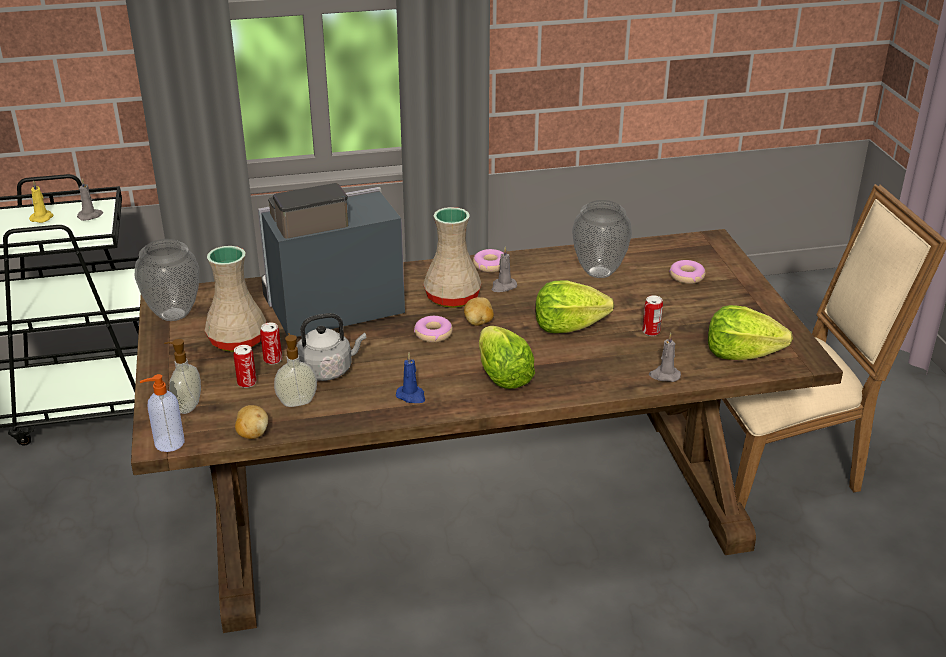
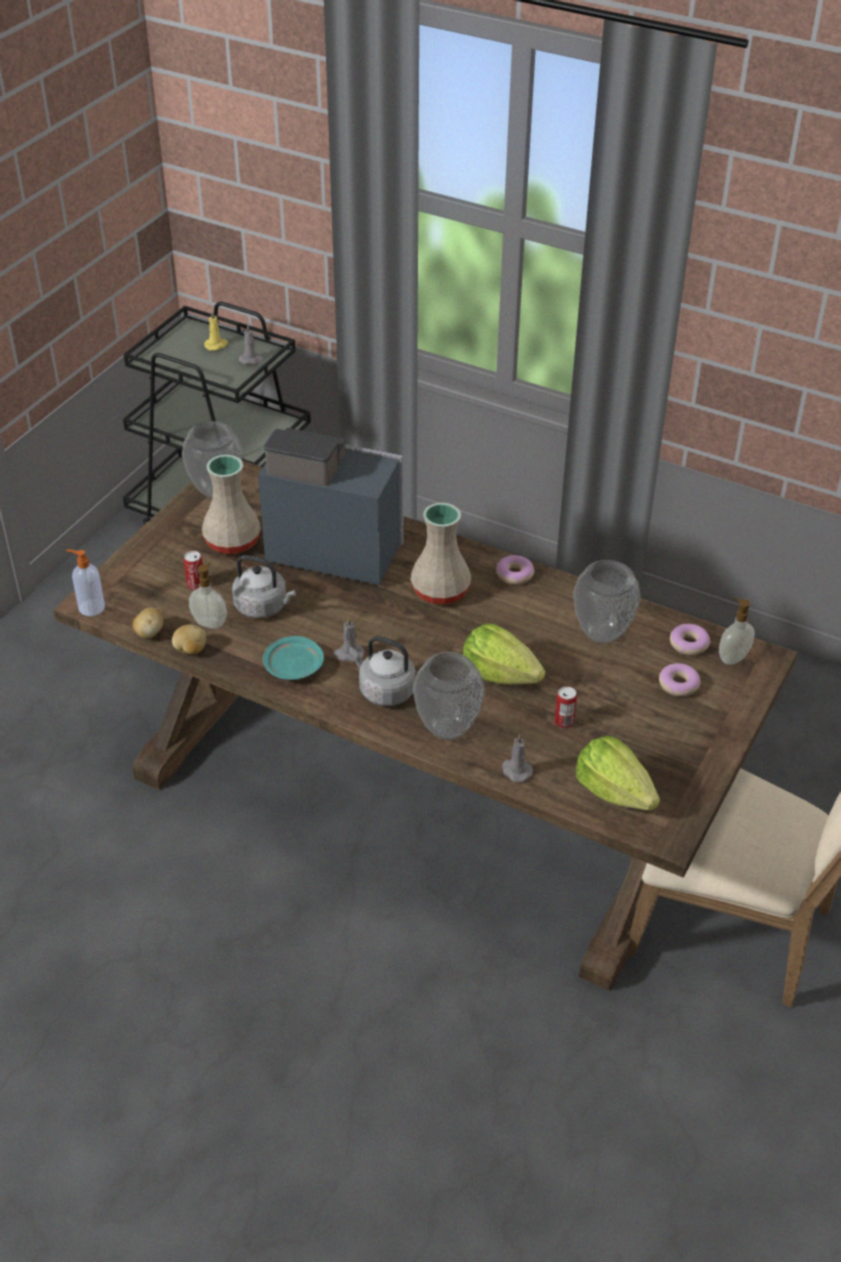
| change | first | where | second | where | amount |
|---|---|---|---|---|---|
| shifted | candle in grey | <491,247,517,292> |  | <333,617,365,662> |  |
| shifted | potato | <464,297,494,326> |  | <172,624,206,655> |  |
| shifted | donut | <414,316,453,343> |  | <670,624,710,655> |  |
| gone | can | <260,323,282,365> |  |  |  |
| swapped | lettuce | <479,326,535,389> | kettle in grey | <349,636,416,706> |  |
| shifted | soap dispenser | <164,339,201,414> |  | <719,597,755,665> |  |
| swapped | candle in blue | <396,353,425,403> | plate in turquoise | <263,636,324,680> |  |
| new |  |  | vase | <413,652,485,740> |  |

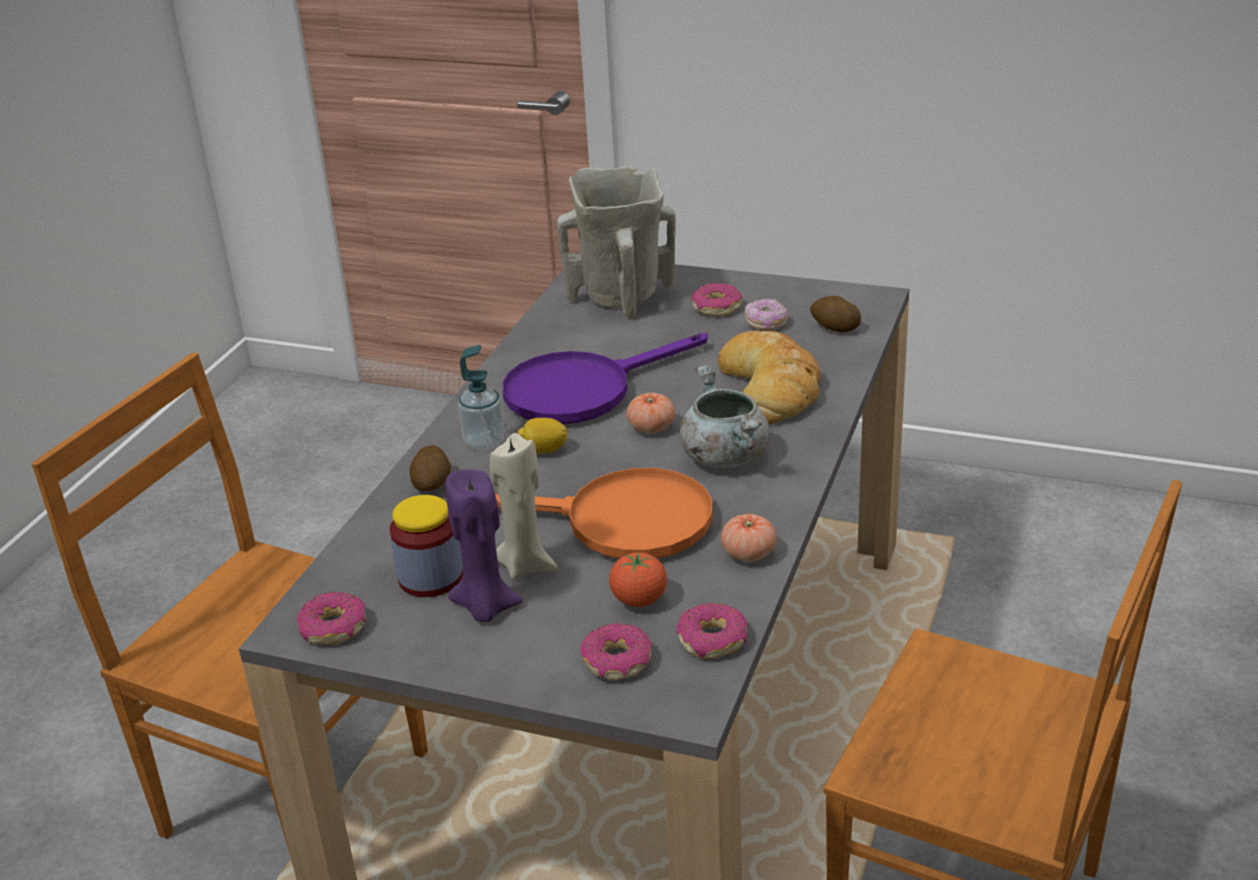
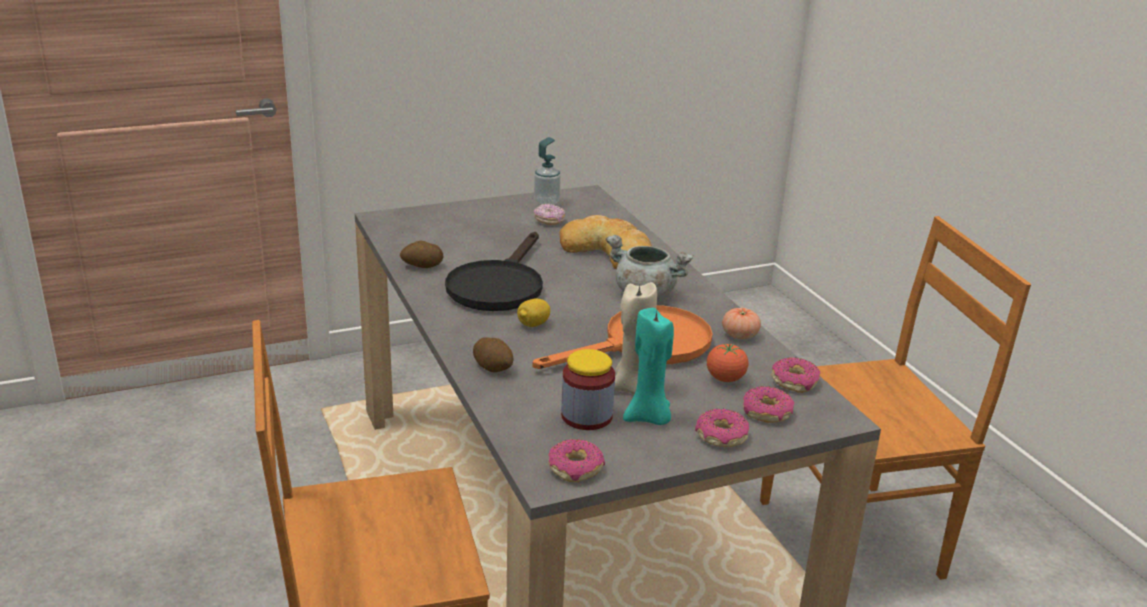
| change | first | where | second | where | amount |
|---|---|---|---|---|---|
| gone | vase in beige | <557,166,676,318> |  |  |  |
| shifted | donut | <691,283,742,316> |  | <695,409,749,447> |  |
| shifted | potato | <810,296,861,332> |  | <400,240,444,268> |  |
| repainted | frying pan in purple | <503,333,708,424> | frying pan in black | <445,232,543,311> |  |
| shifted | soap dispenser | <458,345,504,451> |  | <534,137,561,205> |  |
| gone | tomato | <627,393,675,433> |  |  |  |
| repainted | candle in purple | <446,469,523,622> | candle in turquoise | <623,308,674,425> |  |

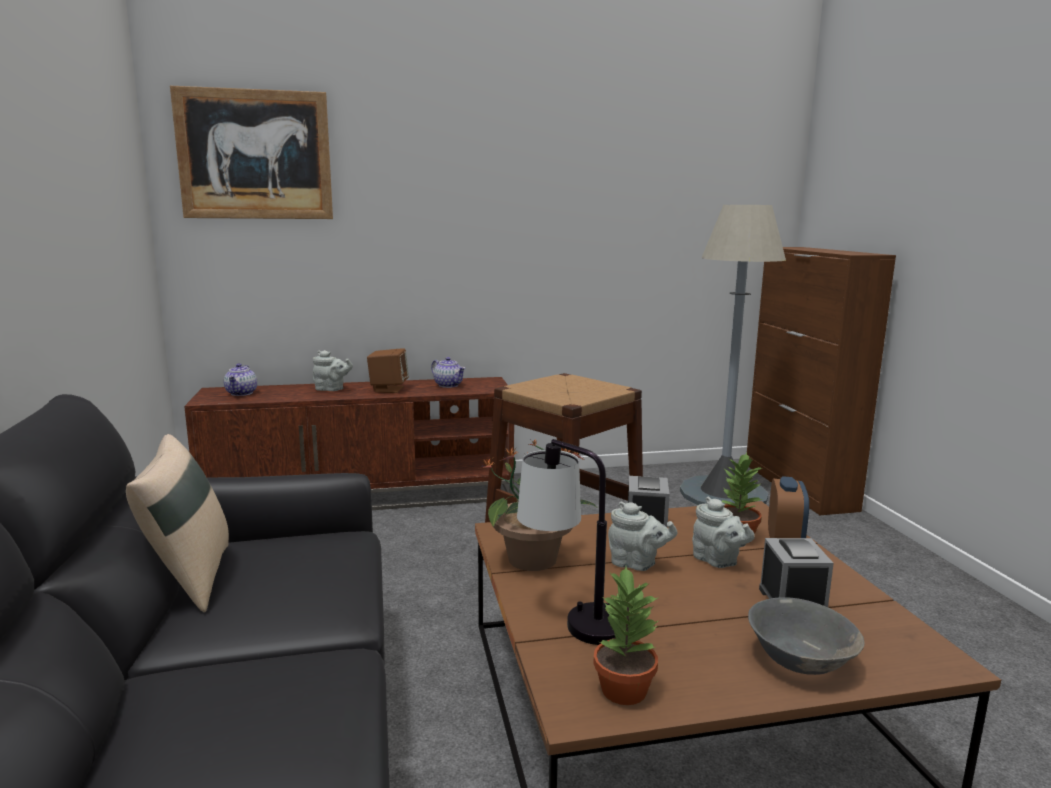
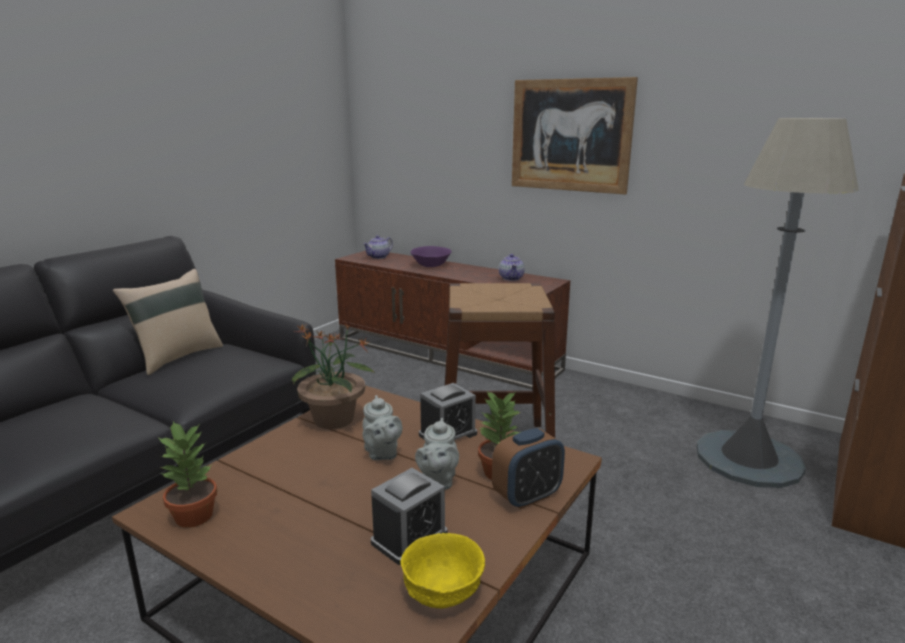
| change | first | where | second | where | amount |
|---|---|---|---|---|---|
| shifted | picture | <170,86,333,219> |  | <512,77,638,195> |  |
| gone | speaker in brown | <367,348,409,393> |  |  |  |
| swapped | teapot in grey | <313,350,353,391> | bowl in purple | <410,246,452,267> |  |
| gone | table lamp | <517,439,616,645> |  |  |  |
| gone | bowl in grey | <748,597,865,675> |  |  |  |
| new |  |  | bowl in yellow | <400,533,485,608> |  |

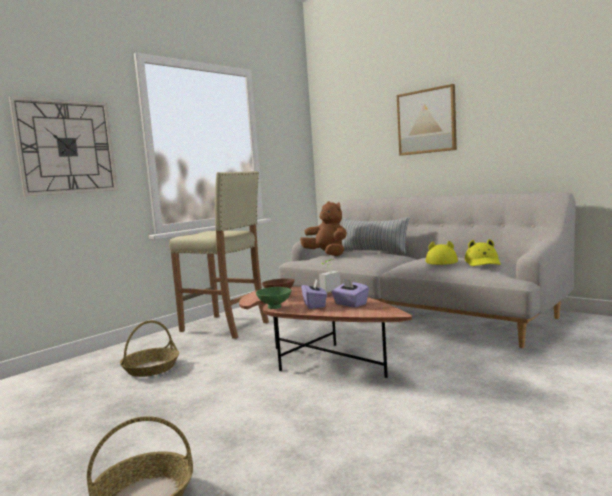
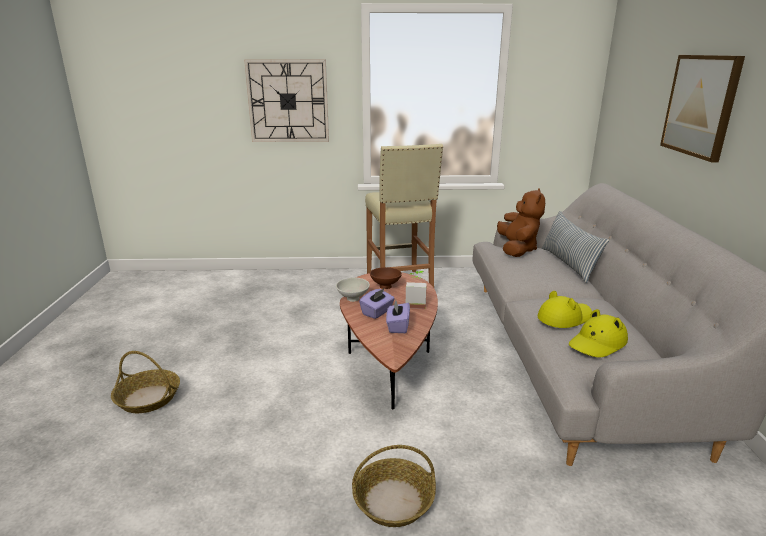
| change | first | where | second | where | amount |
|---|---|---|---|---|---|
| repainted | bowl in green | <256,287,291,309> | bowl in white | <336,278,370,302> |  |
| shifted | basket | <120,320,179,377> |  | <352,445,436,527> |  |

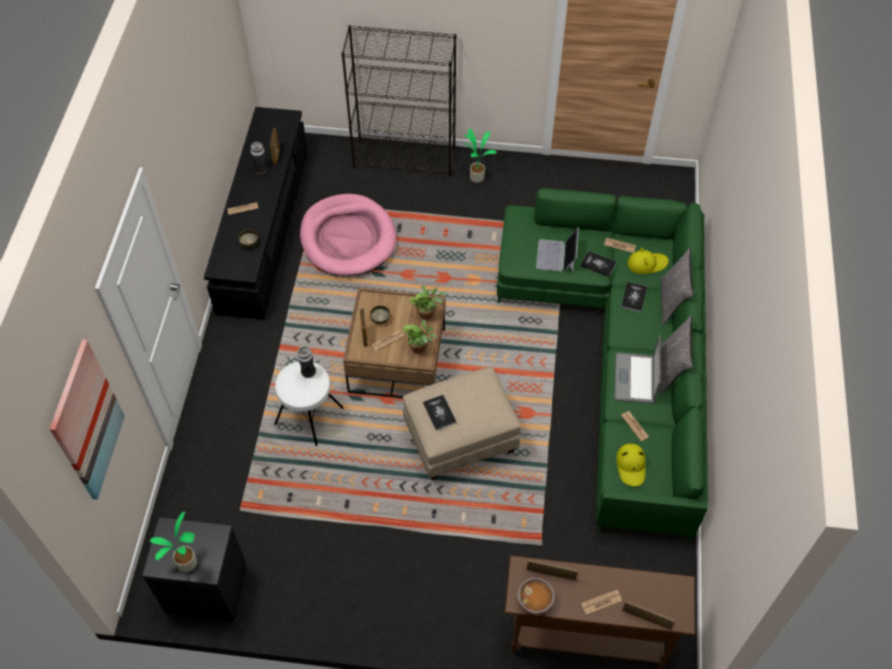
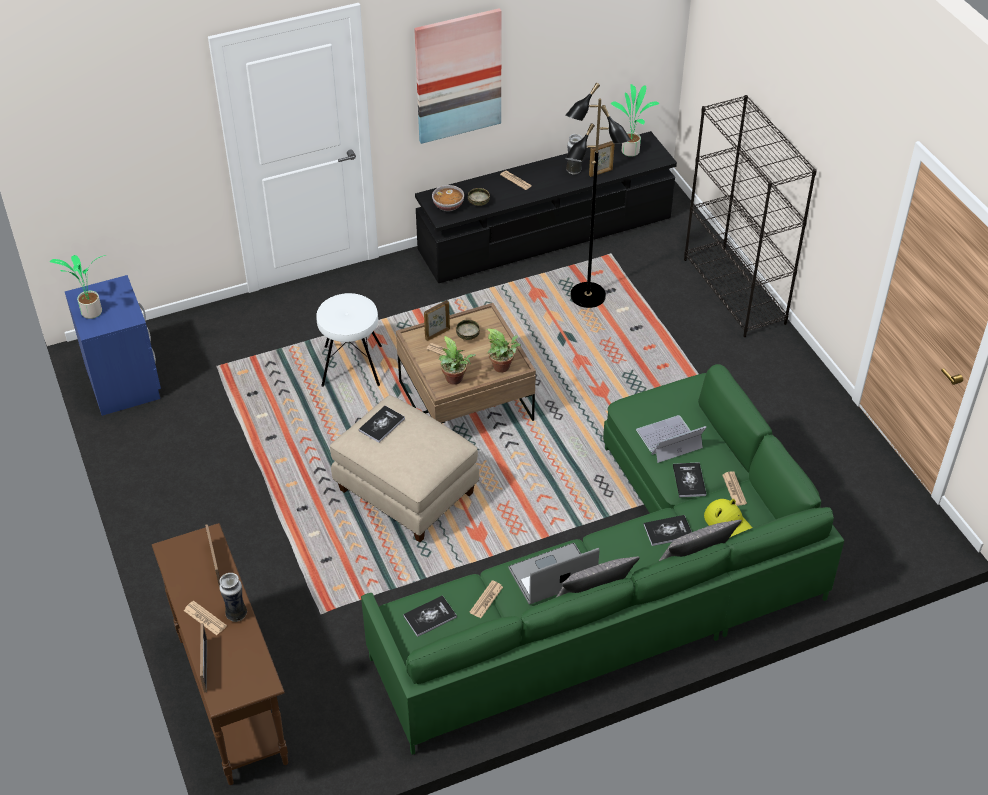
| change | first | where | second | where | amount |
|---|---|---|---|---|---|
| shifted | potted plant | <463,128,497,183> |  | <611,84,659,157> |  |
| swapped | dog bed in pink | <300,194,397,276> | floor lamp in black | <565,83,631,308> |  |
| shifted | picture | <50,340,125,500> |  | <414,8,502,144> |  |
| shifted | vase | <297,346,316,378> |  | <219,573,247,622> |  |
| swapped | hat in yellow | <616,444,646,487> | book | <403,595,457,637> |  |
| repainted | nightstand in black | <142,517,247,621> | nightstand in blue | <65,275,161,416> |  |
| shifted | bowl | <518,578,554,614> |  | <432,185,464,211> |  |

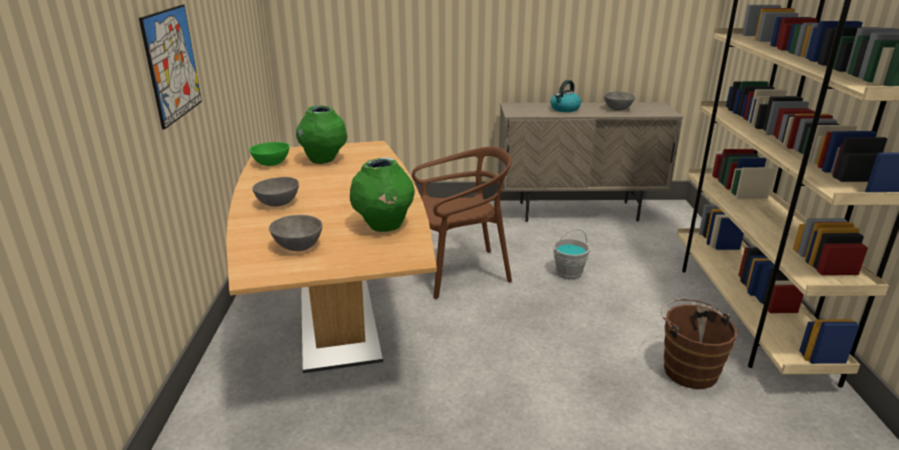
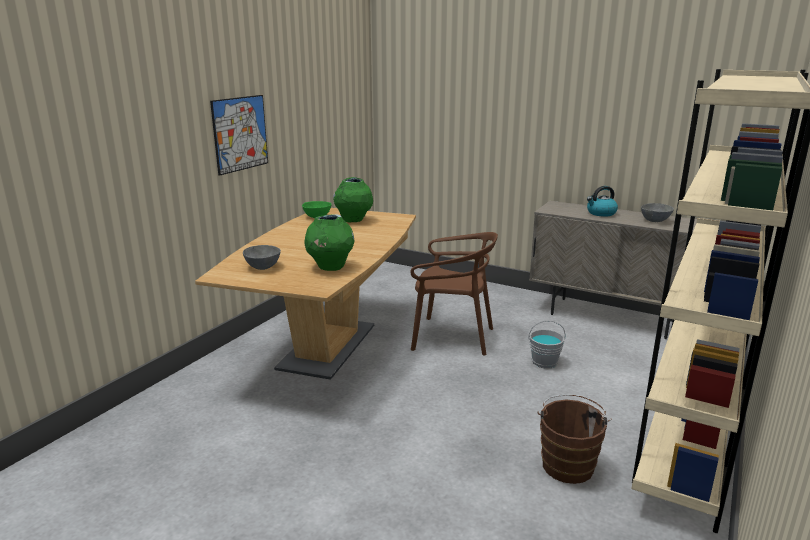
| change | first | where | second | where | amount |
|---|---|---|---|---|---|
| gone | bowl in grey | <252,177,299,207> |  |  |  |

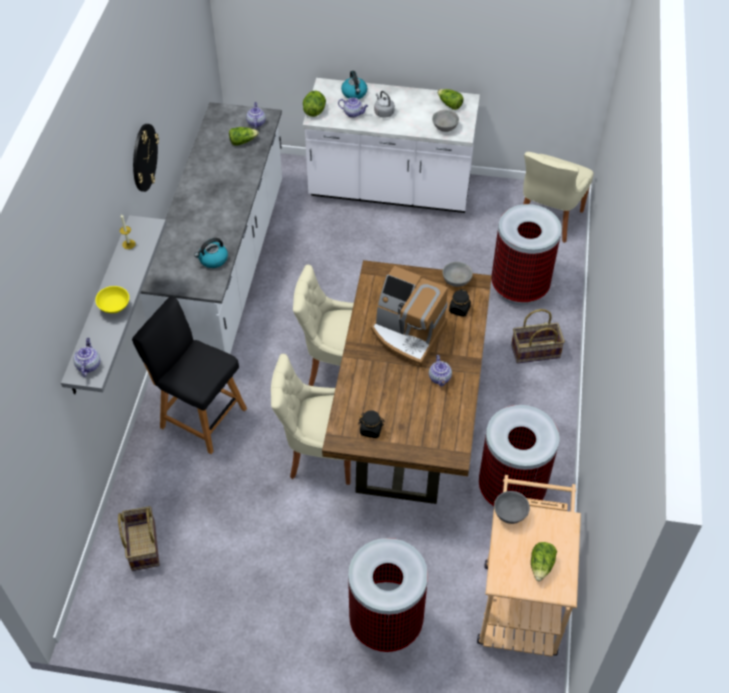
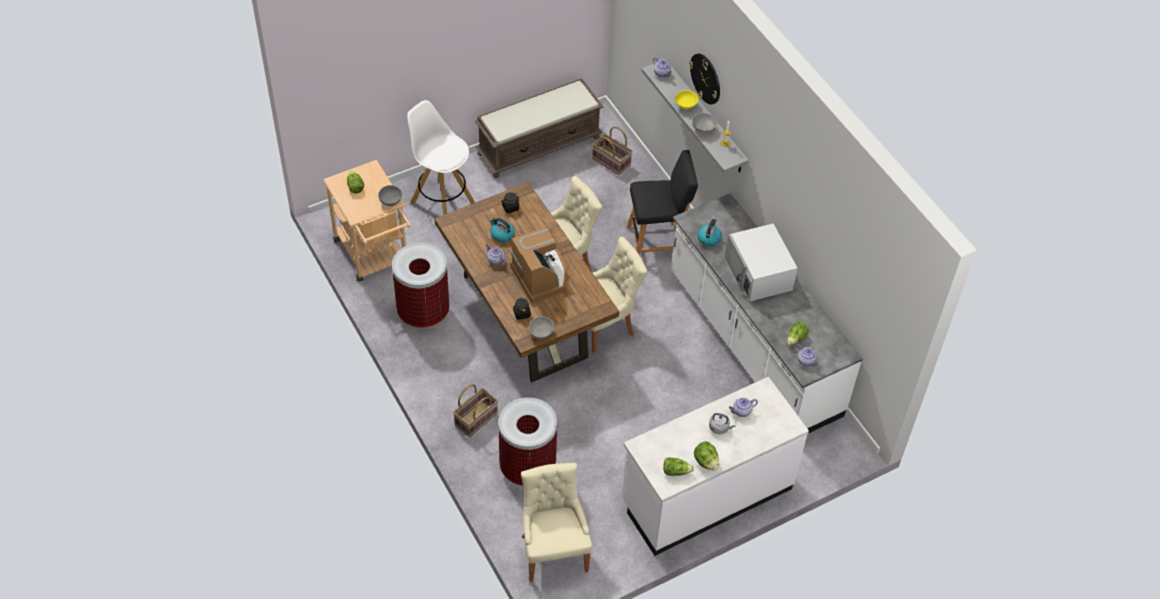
| change | first | where | second | where | amount |
|---|---|---|---|---|---|
| shifted | kettle | <341,71,367,99> |  | <490,218,515,243> |  |
| shifted | lettuce | <303,90,326,117> |  | <694,441,719,470> |  |
| shifted | bowl in grey | <432,110,459,132> |  | <692,113,717,134> |  |
| shifted | wall clock | <133,124,159,192> |  | <689,53,720,105> |  |
| rotated | coffee machine | <371,266,448,367> |  | <511,227,566,304> | 75 degrees clockwise |
| swapped | trash can | <348,538,428,652> | stool in white | <407,100,475,215> |  |
| new |  |  | bench in brown | <475,79,604,178> |  |
| new |  |  | microwave in white | <725,224,798,301> |  |

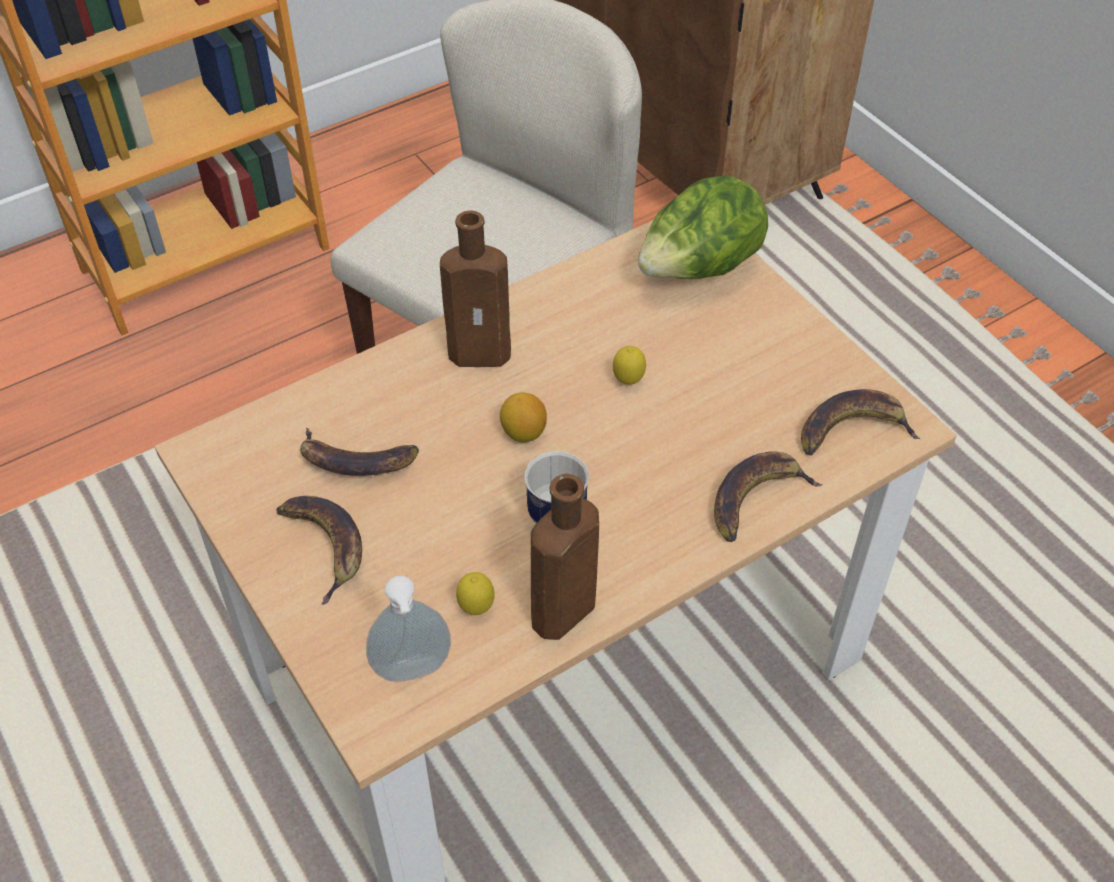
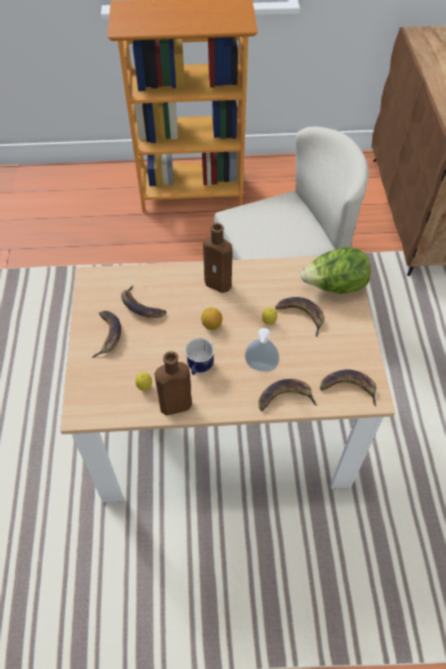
| change | first | where | second | where | amount |
|---|---|---|---|---|---|
| shifted | soap dispenser | <366,576,451,682> |  | <245,328,279,372> |  |
| new |  |  | banana | <275,297,324,337> |  |

